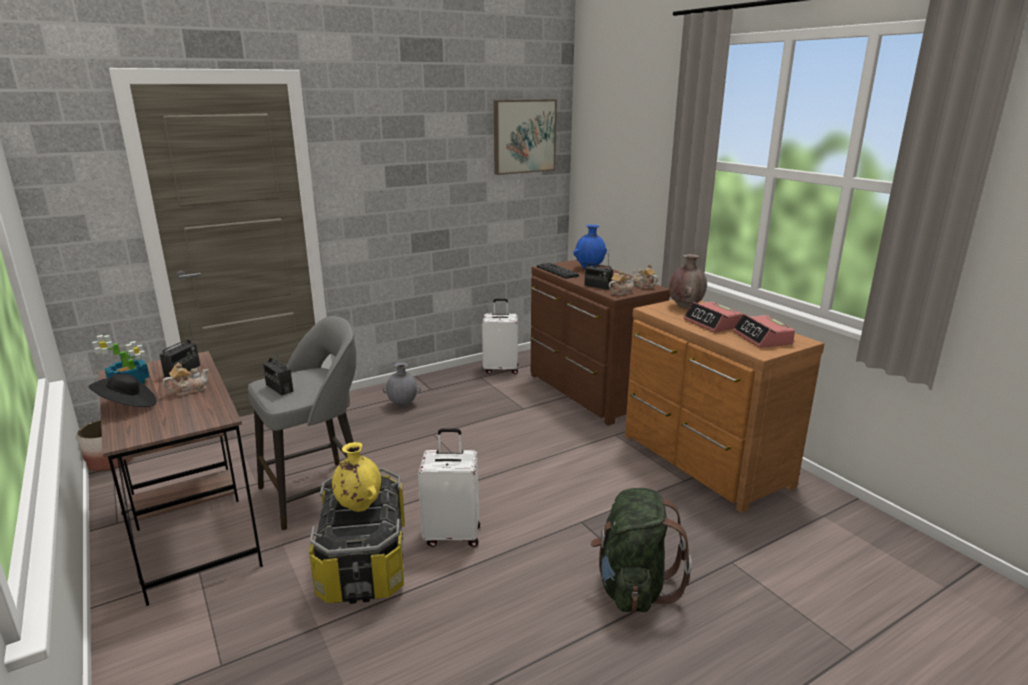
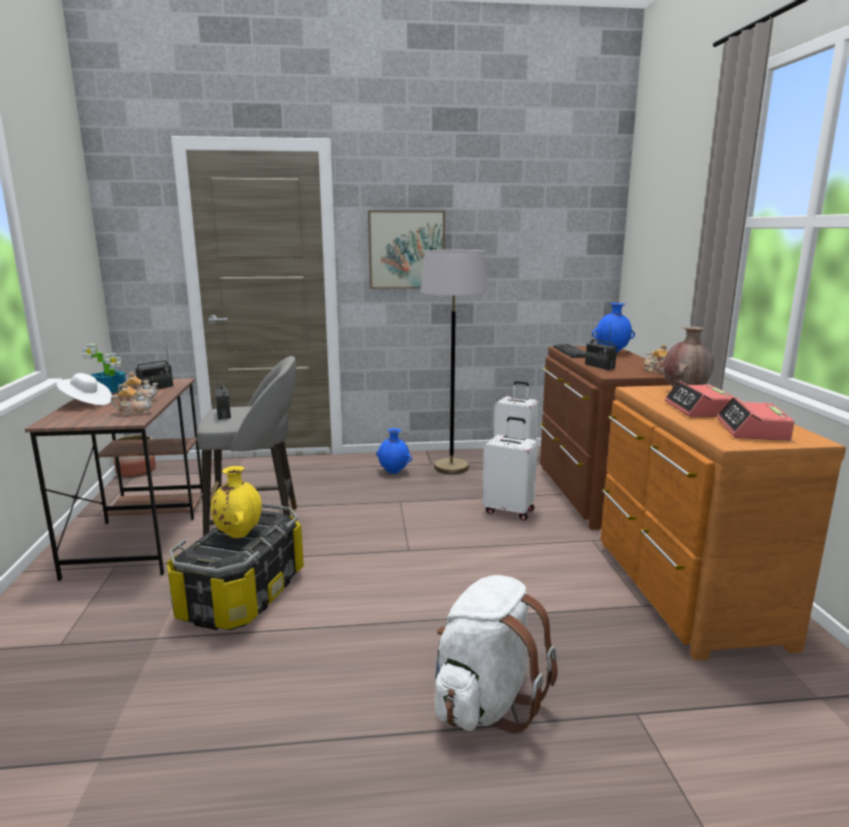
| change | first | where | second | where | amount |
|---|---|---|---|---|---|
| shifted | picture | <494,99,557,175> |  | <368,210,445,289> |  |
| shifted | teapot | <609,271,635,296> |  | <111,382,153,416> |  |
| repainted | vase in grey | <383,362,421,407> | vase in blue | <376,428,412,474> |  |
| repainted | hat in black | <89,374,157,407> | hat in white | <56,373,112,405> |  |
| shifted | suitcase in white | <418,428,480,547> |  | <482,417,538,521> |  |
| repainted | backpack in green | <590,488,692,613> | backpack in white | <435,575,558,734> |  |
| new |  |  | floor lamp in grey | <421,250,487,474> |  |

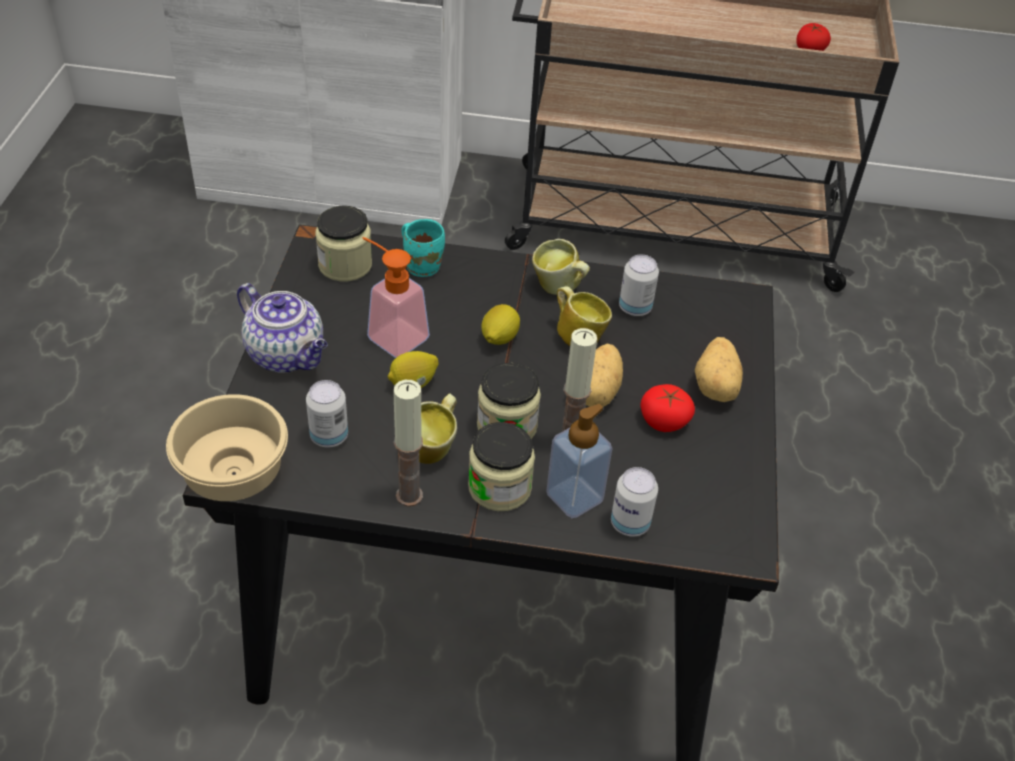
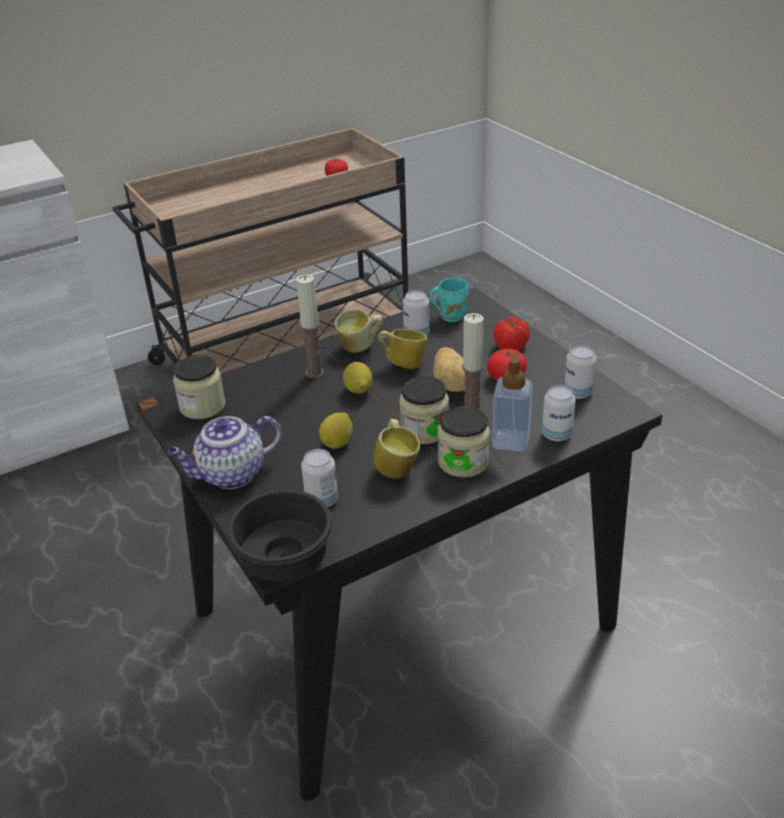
| change | first | where | second | where | amount |
|---|---|---|---|---|---|
| shifted | mug in turquoise | <401,219,445,277> |  | <430,278,469,322> |  |
| gone | soap dispenser | <363,237,430,358> |  |  |  |
| rotated | teapot | <237,283,327,373> |  | <168,416,282,489> | 150 degrees clockwise |
| swapped | potato | <695,337,743,402> | tomato | <493,317,529,351> |  |
| shifted | candle | <393,380,423,507> |  | <296,275,324,379> |  |
| repainted | bowl in beige | <166,394,288,501> | bowl in black | <227,489,333,581> |  |
| new |  |  | can | <564,345,596,399> |  |

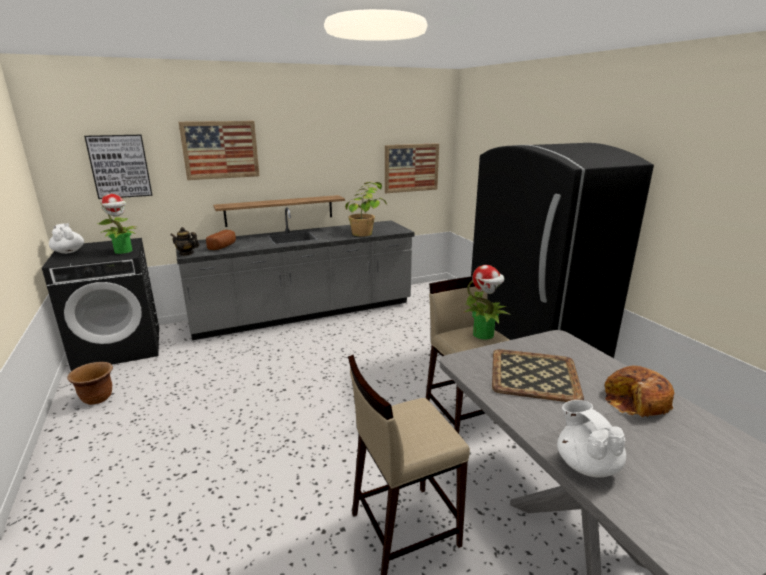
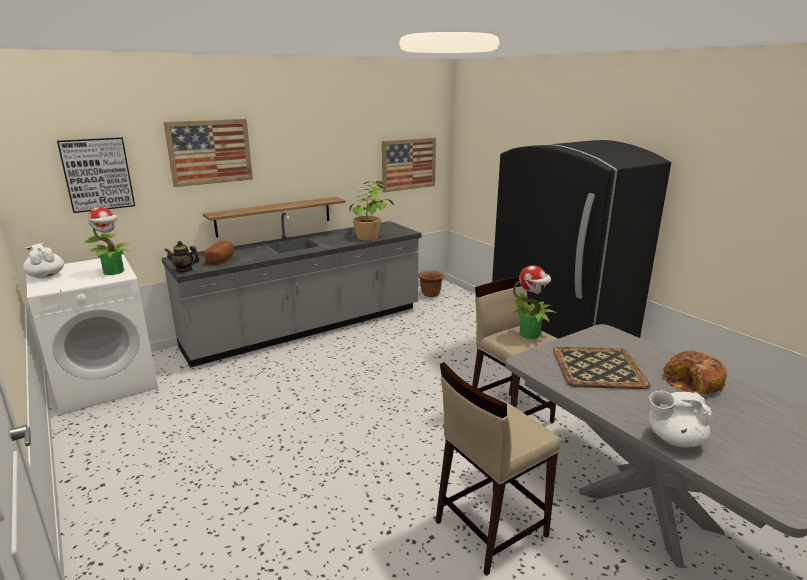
| change | first | where | second | where | amount |
|---|---|---|---|---|---|
| repainted | washing machine in black | <42,238,159,371> | washing machine in white | <26,255,158,415> |  |
| shifted | planter in brown | <67,362,113,405> |  | <418,270,445,297> |  |
| rotated | teapot in white | <557,400,626,478> |  | <649,391,712,447> | 60 degrees counterclockwise |

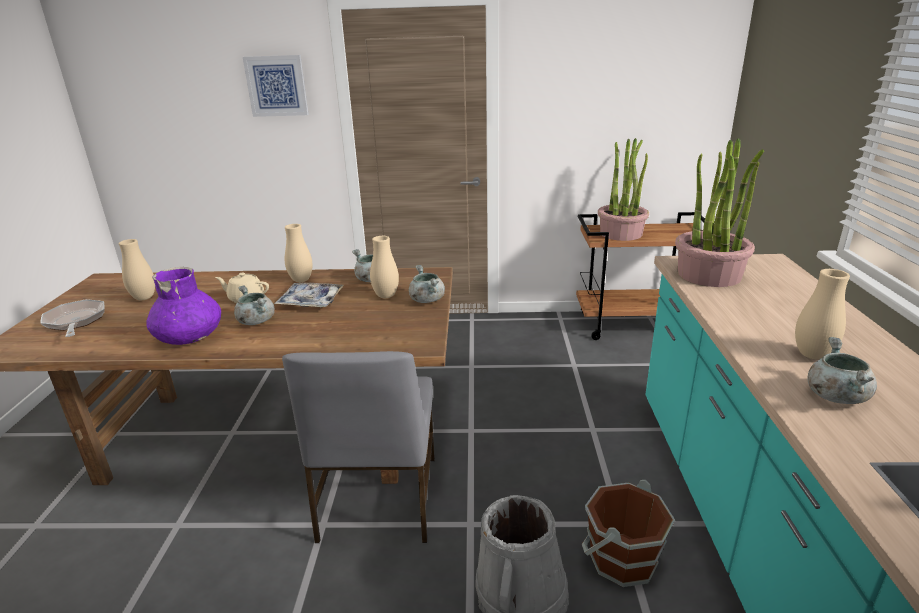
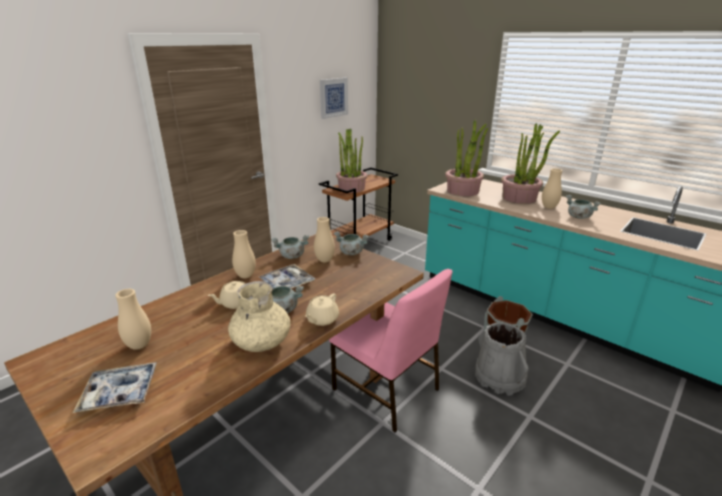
| change | first | where | second | where | amount |
|---|---|---|---|---|---|
| shifted | picture | <243,55,309,117> |  | <320,78,348,119> |  |
| repainted | vase in purple | <146,267,221,345> | vase in beige | <228,281,291,352> |  |
| swapped | frying pan | <40,299,105,337> | tray | <72,363,157,413> |  |
| repainted | chair in grey | <282,351,435,543> | chair in pink | <329,269,452,432> |  |
| new |  |  | potted plant | <501,123,560,204> |  |
| new |  |  | teapot in beige | <305,293,339,326> |  |

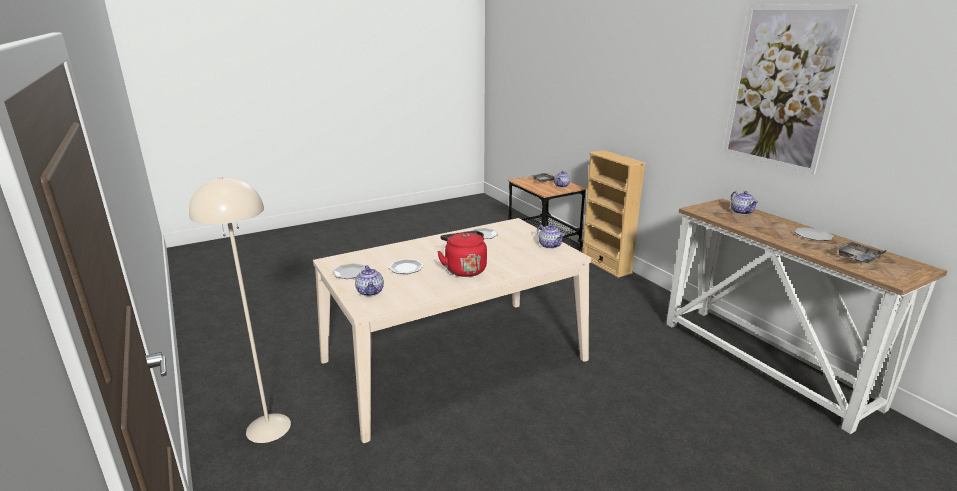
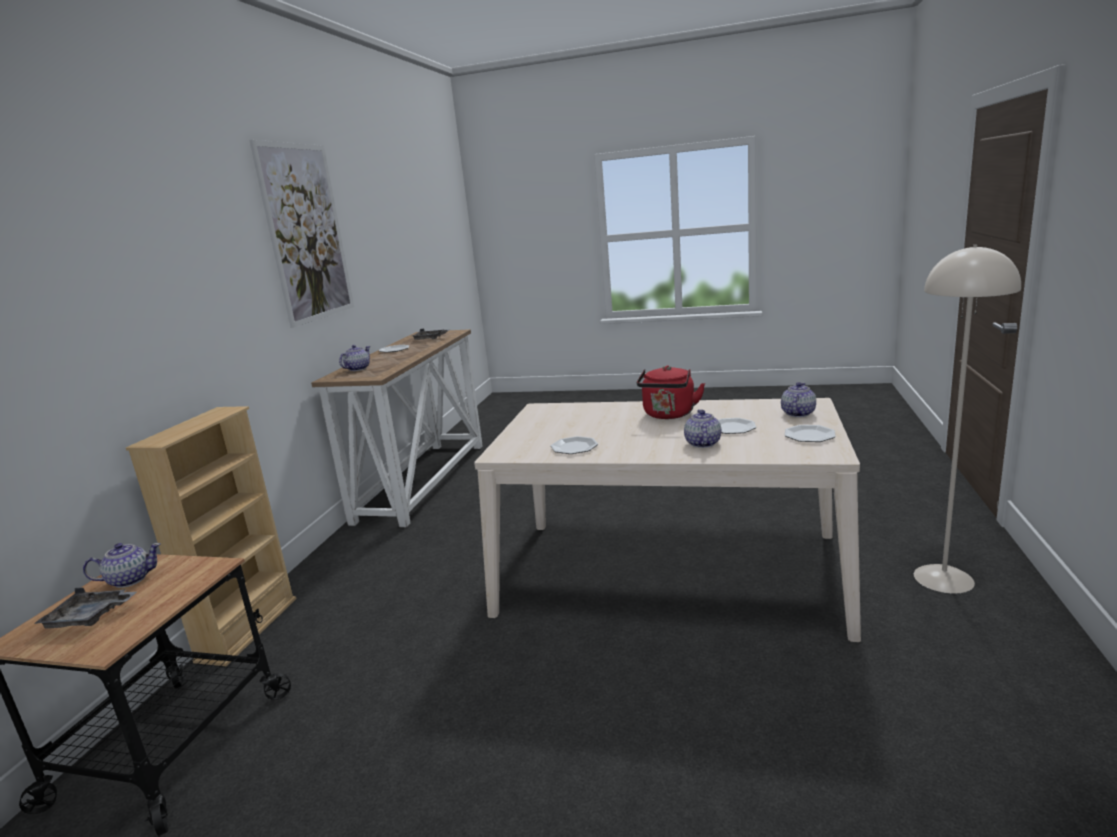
| change | first | where | second | where | amount |
|---|---|---|---|---|---|
| shifted | teapot | <537,224,565,249> |  | <684,409,721,448> |  |

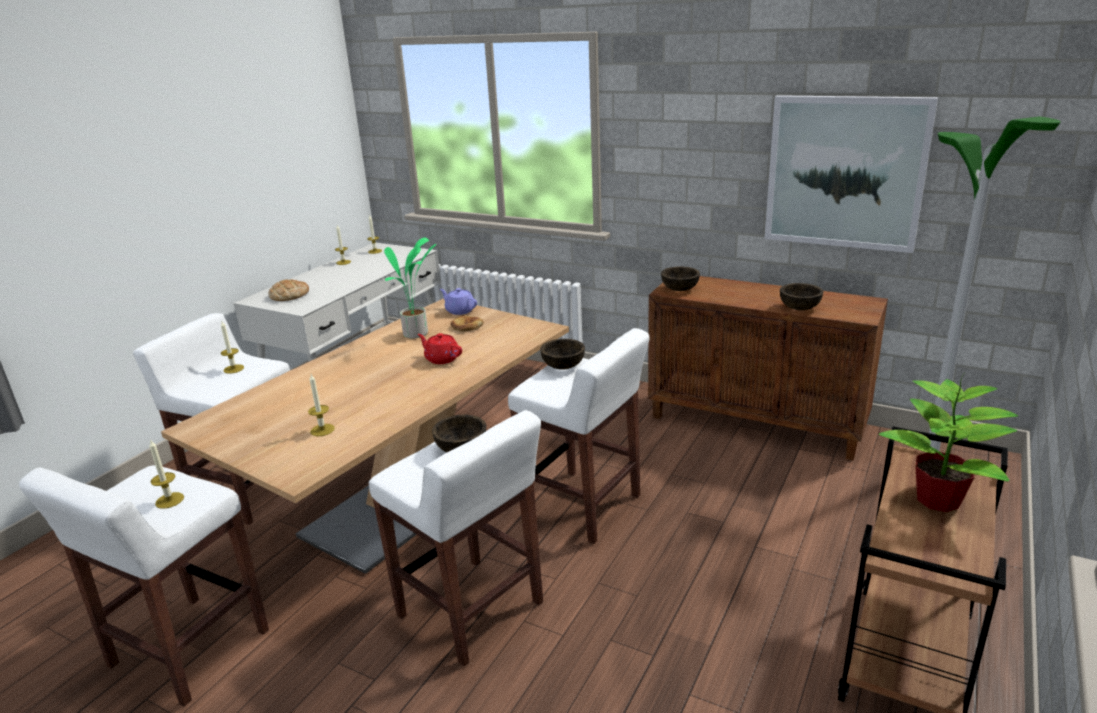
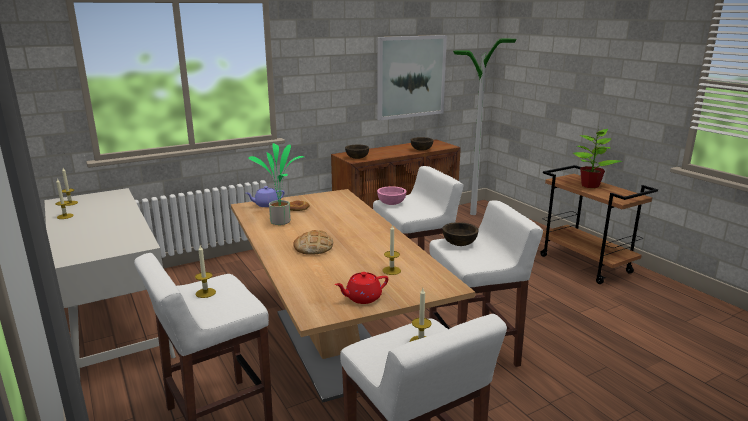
| change | first | where | second | where | amount |
|---|---|---|---|---|---|
| shifted | bread | <268,280,309,301> |  | <293,230,333,255> |  |
| shifted | teapot in red | <417,333,462,364> |  | <335,272,388,304> |  |
| repainted | bowl in brown | <540,339,585,370> | bowl in pink | <377,186,407,205> |  |

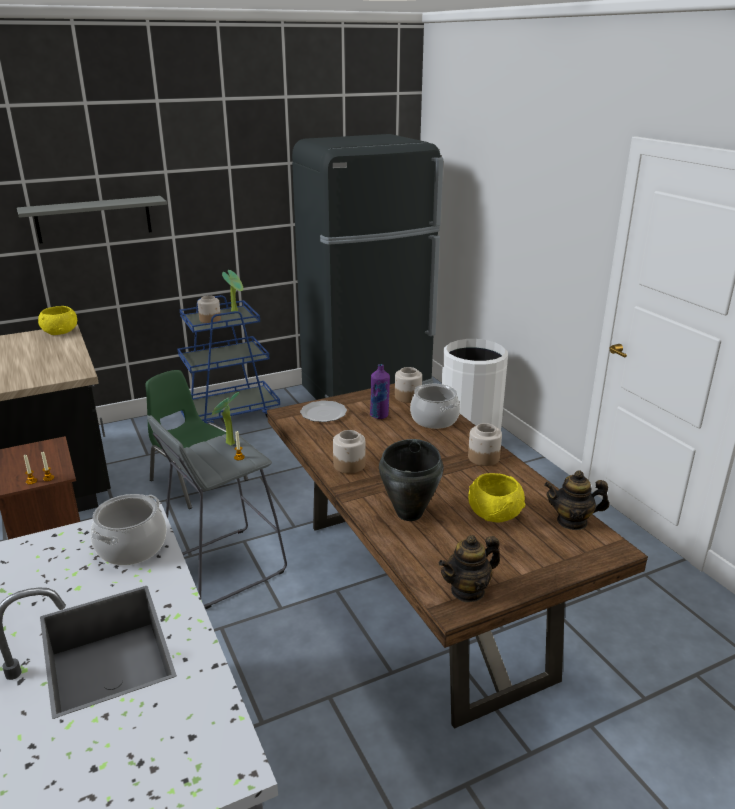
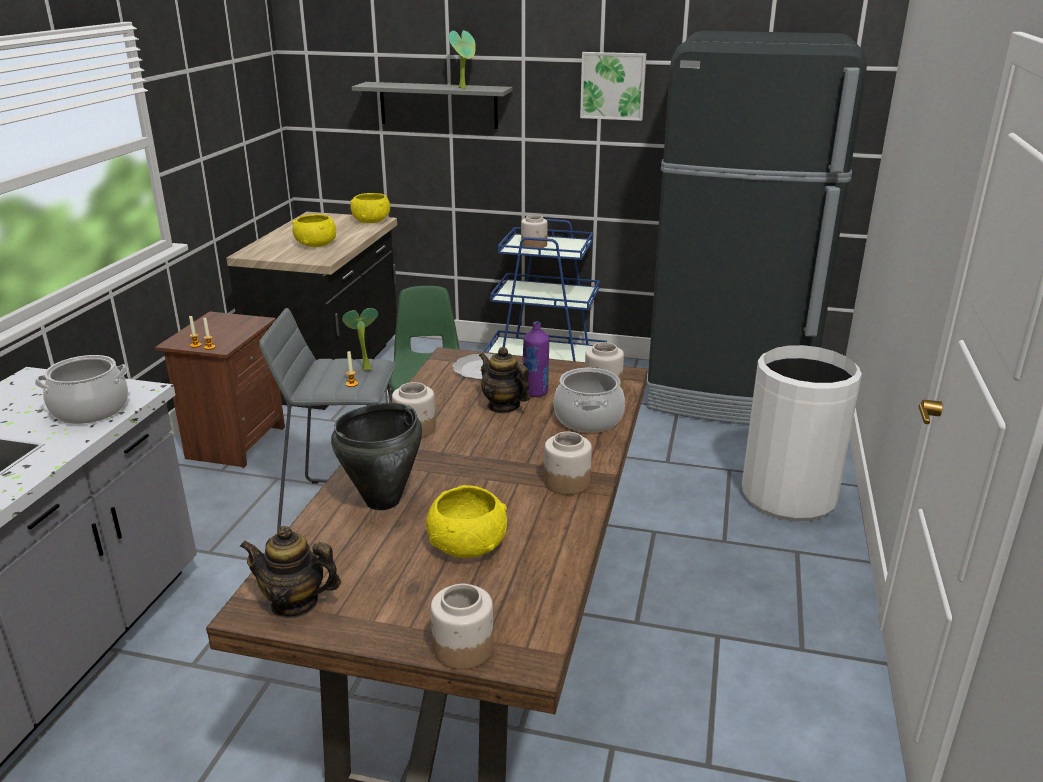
| change | first | where | second | where | amount |
|---|---|---|---|---|---|
| shifted | potted plant | <222,270,244,312> |  | <448,30,476,89> |  |
| shifted | teapot | <544,471,609,530> |  | <479,347,530,414> |  |
| new |  |  | picture | <580,52,646,121> |  |
| new |  |  | bowl in yellow | <292,214,336,247> |  |
| new |  |  | jar | <431,584,494,670> |  |

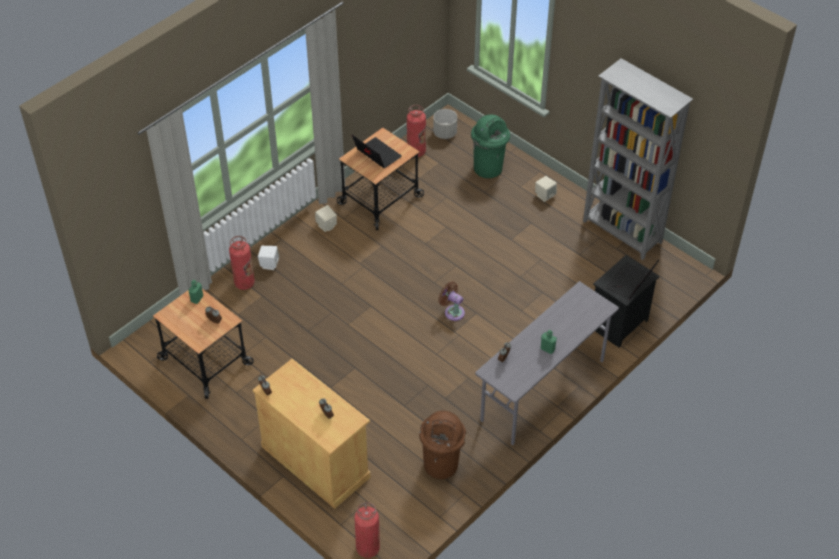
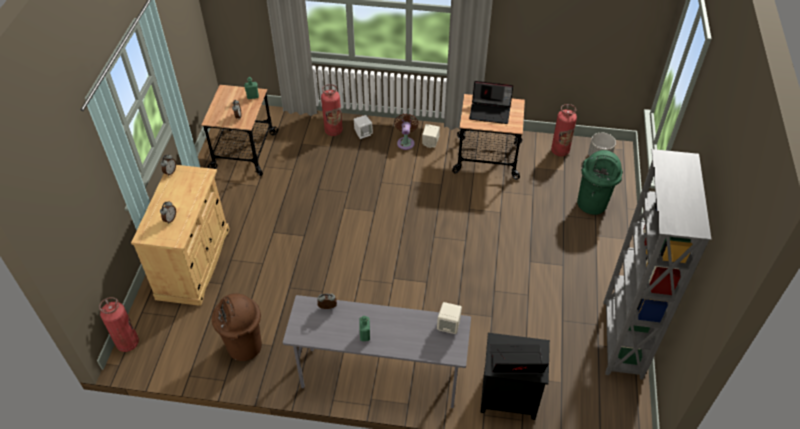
| change | first | where | second | where | amount |
|---|---|---|---|---|---|
| rotated | laptop | <352,135,402,168> |  | <469,81,513,124> | 90 degrees clockwise |
| shifted | speaker in beige | <535,176,557,202> |  | <437,302,462,334> |  |
| shifted | fan in brown | <438,281,465,321> |  | <394,113,418,150> |  |

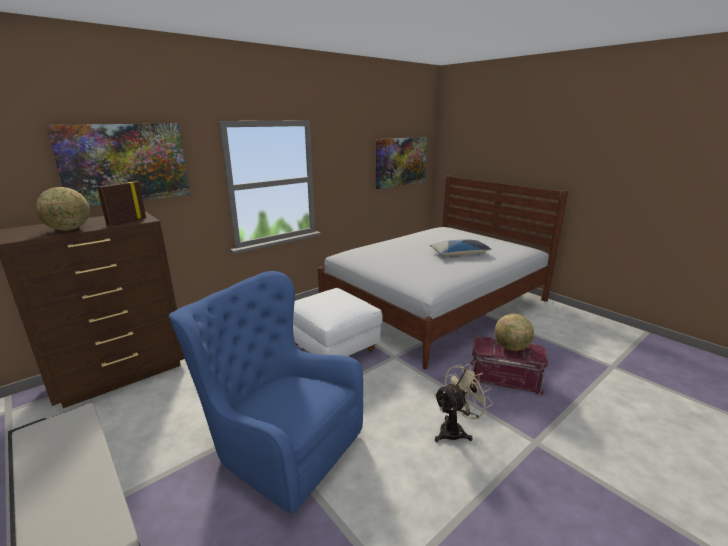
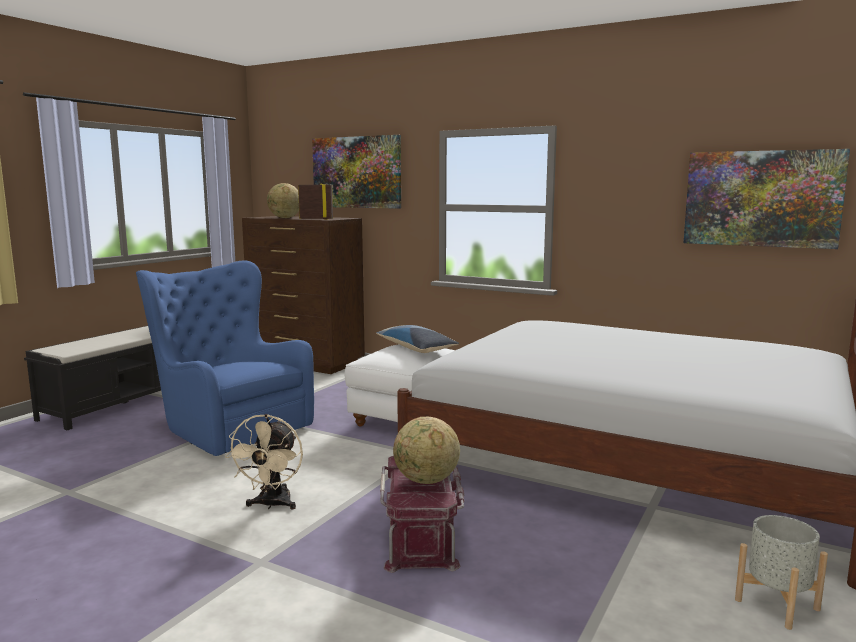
| change | first | where | second | where | amount |
|---|---|---|---|---|---|
| shifted | pillow | <429,239,492,255> |  | <376,325,459,353> |  |
| rotated | armchair in blue | <169,271,363,514> |  | <136,260,314,456> | 60 degrees counterclockwise |
| rotated | fan in beige | <434,364,493,442> |  | <225,414,303,510> | 60 degrees clockwise |
| new |  |  | planter in grey | <735,515,828,630> |  |

